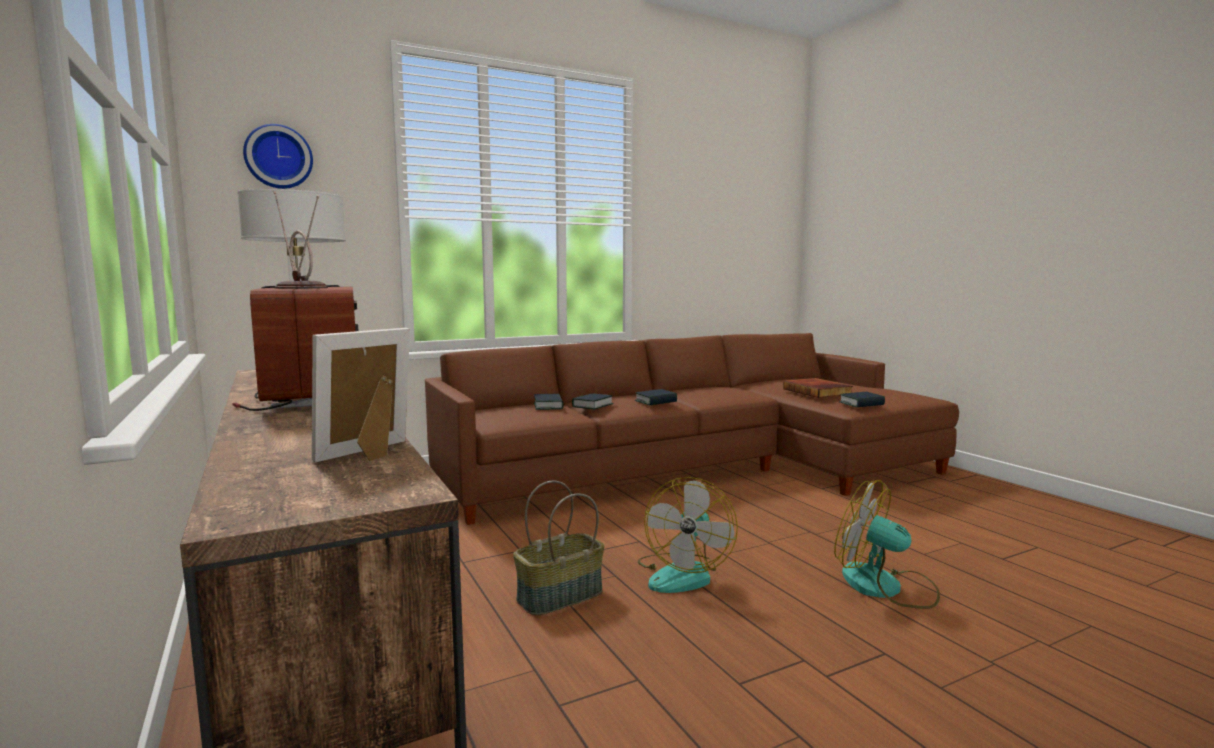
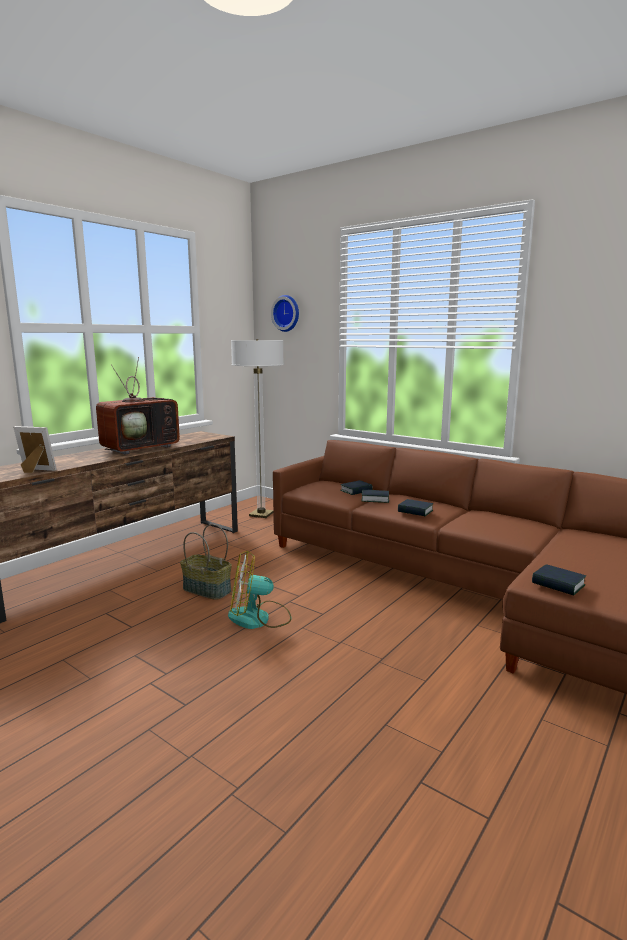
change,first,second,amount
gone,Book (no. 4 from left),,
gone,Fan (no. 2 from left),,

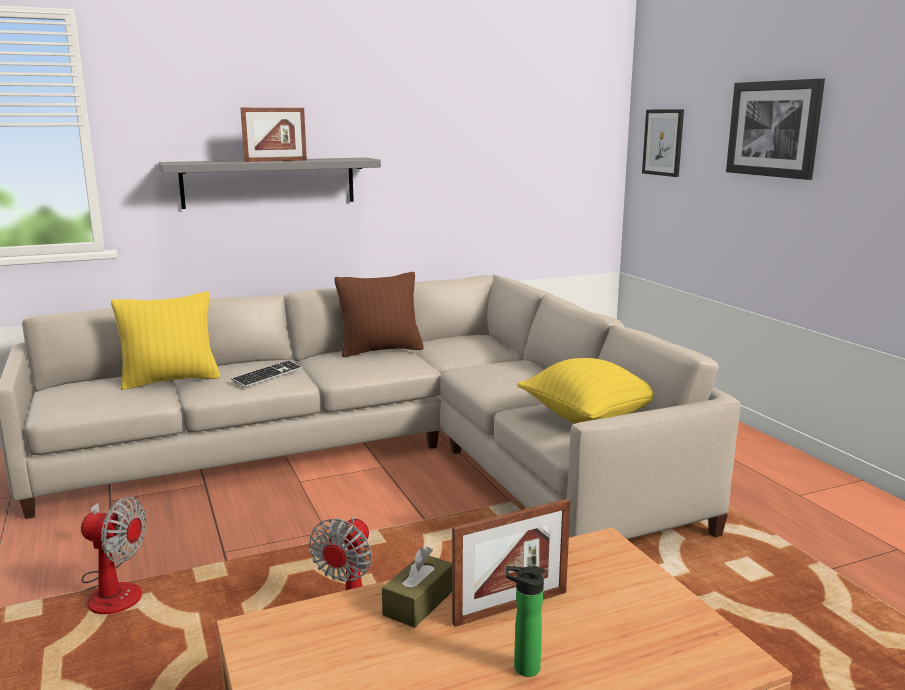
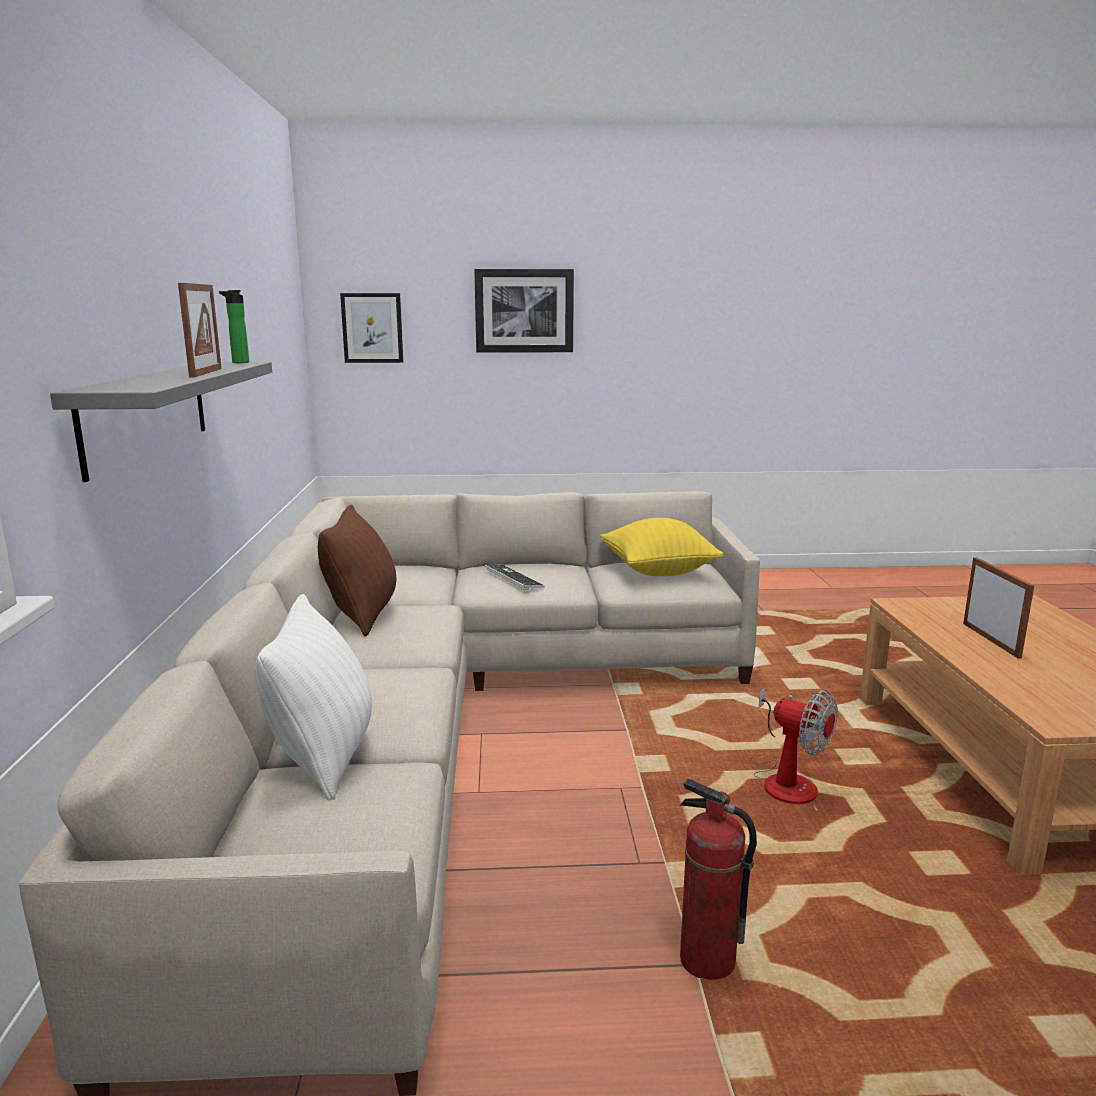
change,first,second,amount
shifted,Bottle,,
repainted,YellowPillow (no. 1 from left),WhitePillow,
shifted,Keyboard,,
swapped,Fan (no. 1 from left),FireExtinguisher,
gone,BrownTissueBox,,

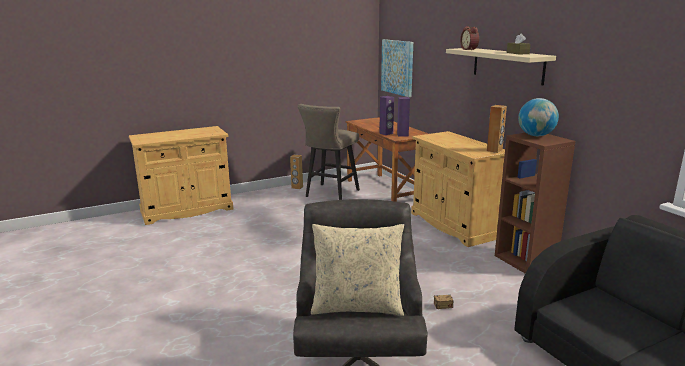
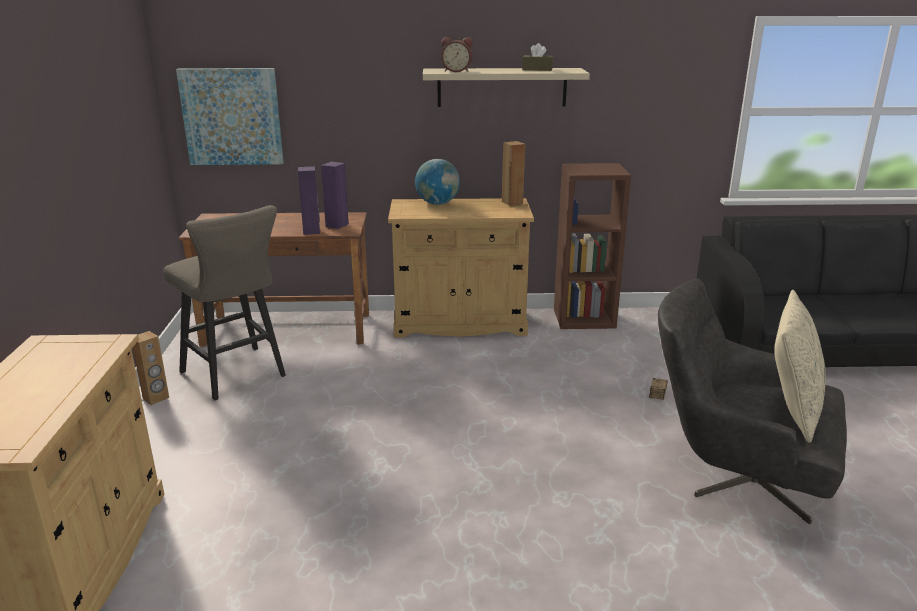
change,first,second,amount
shifted,Globe,,

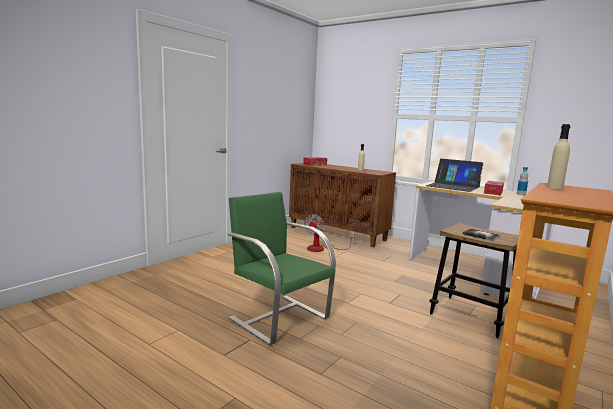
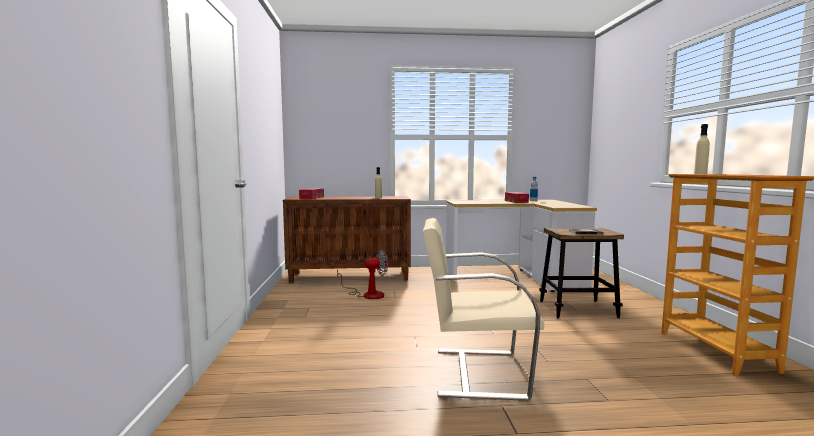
change,first,second,amount
rotated,Fan,,90 degrees counterclockwise
repainted,GreenChair,BeigeChair,
gone,Laptop,,

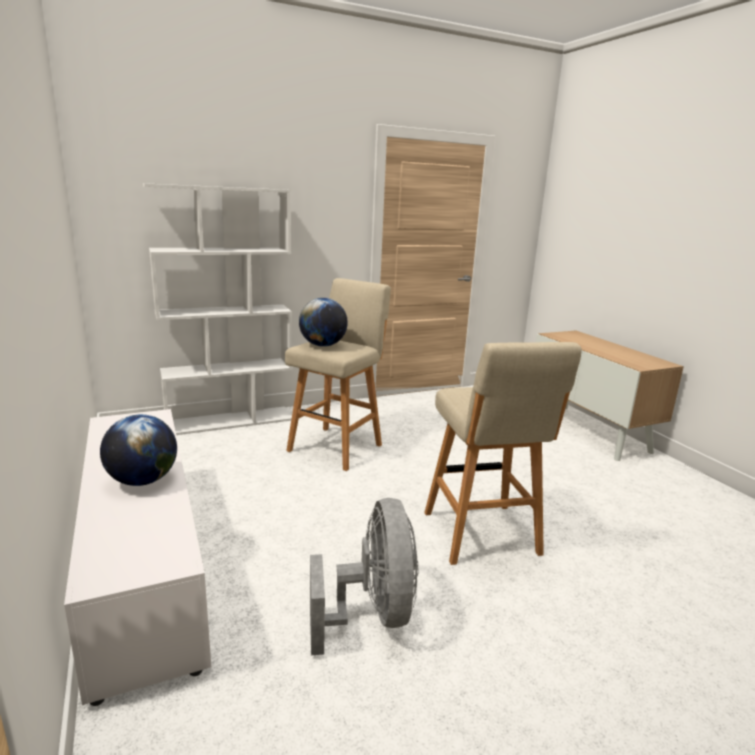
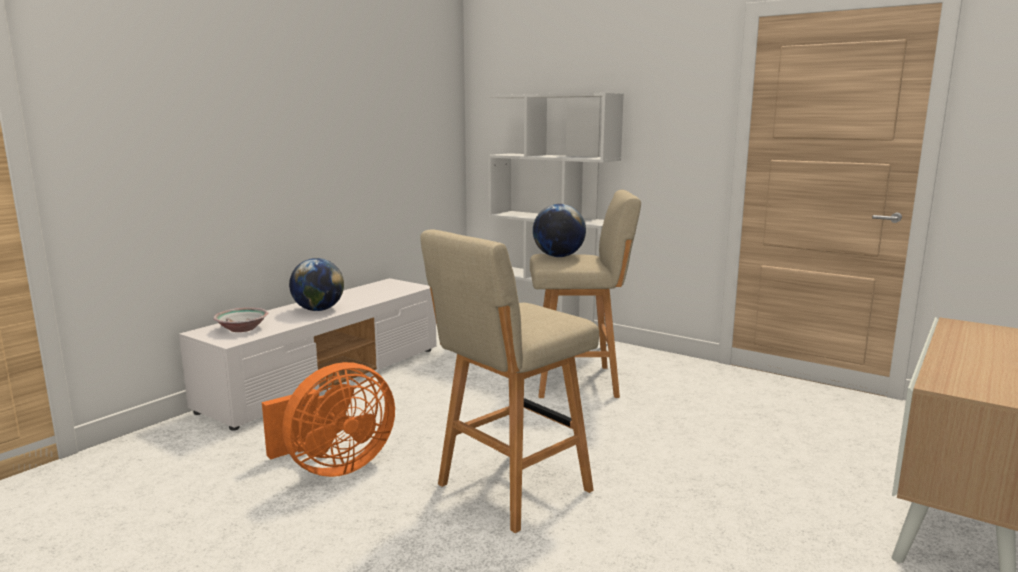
change,first,second,amount
new,,Bowl,
repainted,GreyFan,OrangeFan,

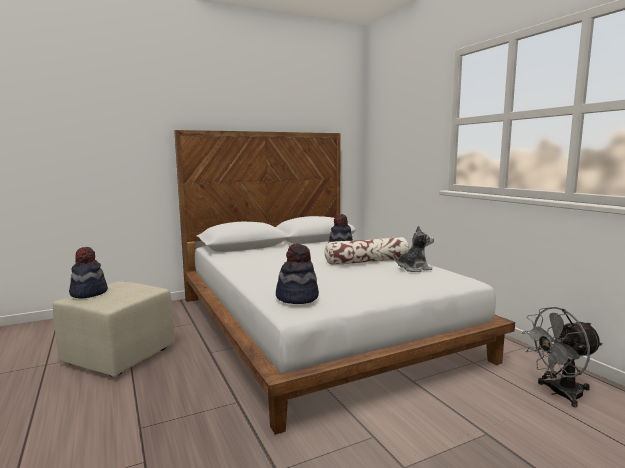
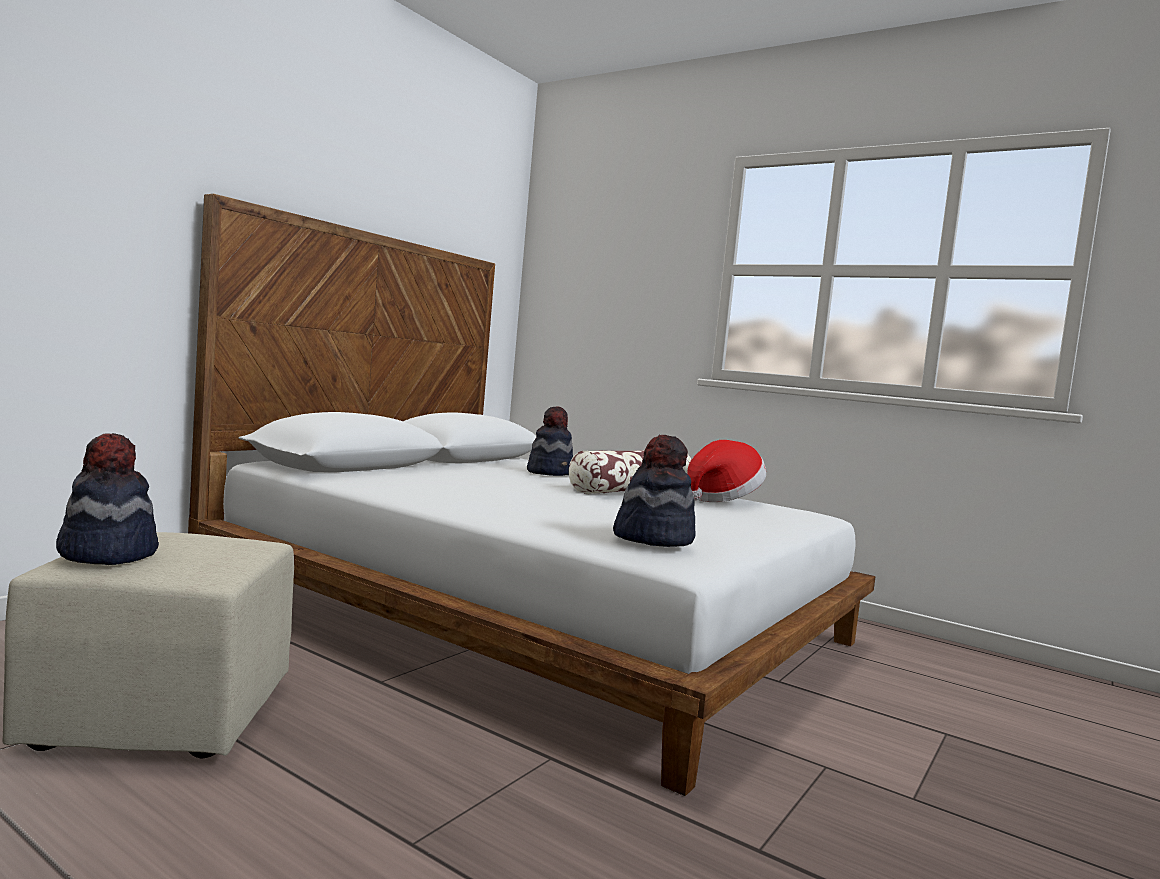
change,first,second,amount
swapped,PlushToy,Hat (no. 4 from left),
gone,GreyFan,,

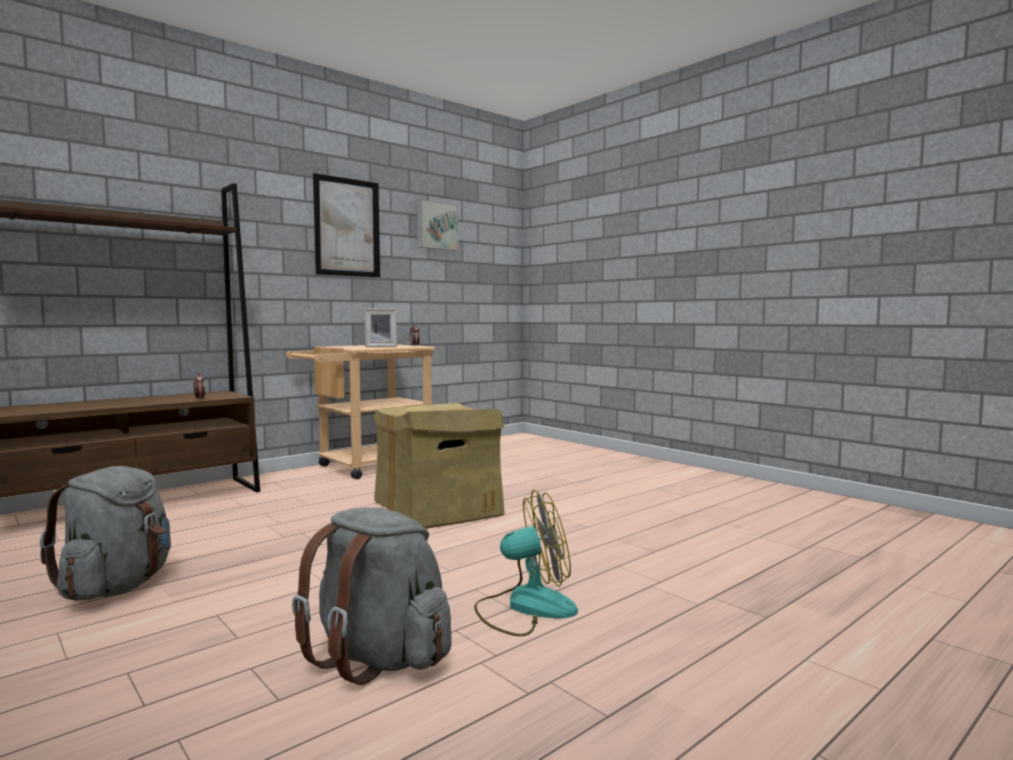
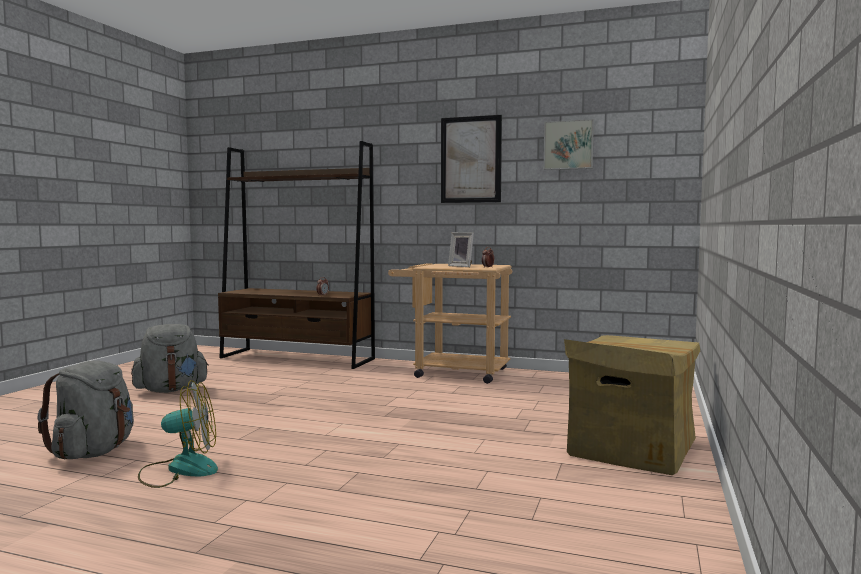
change,first,second,amount
rotated,Fan,,60 degrees counterclockwise
shifted,CardboardBox,,

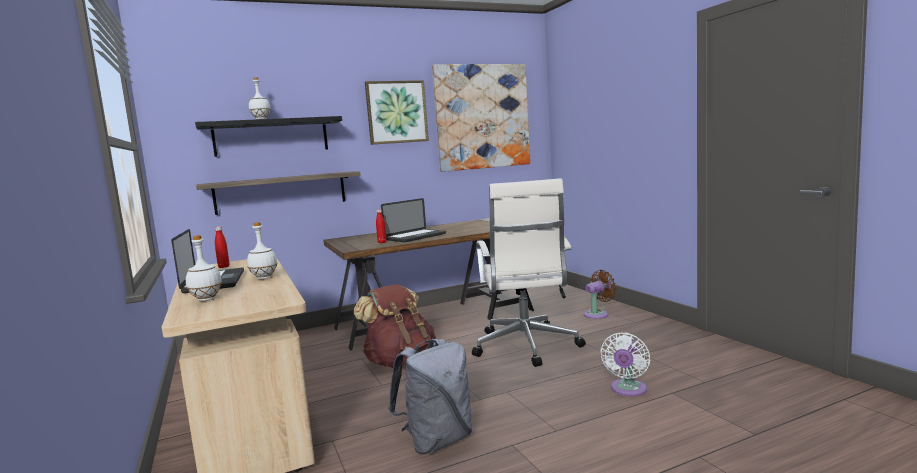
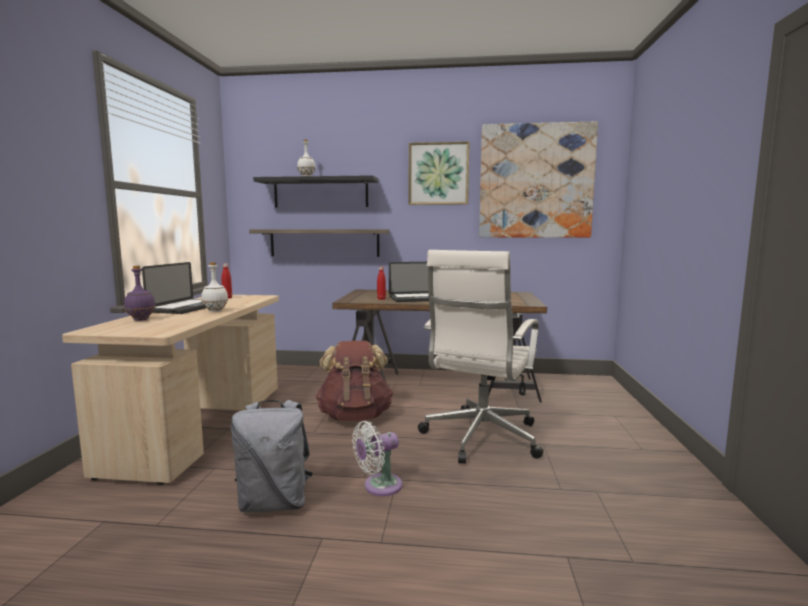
change,first,second,amount
repainted,WhiteBottle (no. 1 from left),PurpleBottle,
shifted,WhiteFan,,
gone,BrownFan,,

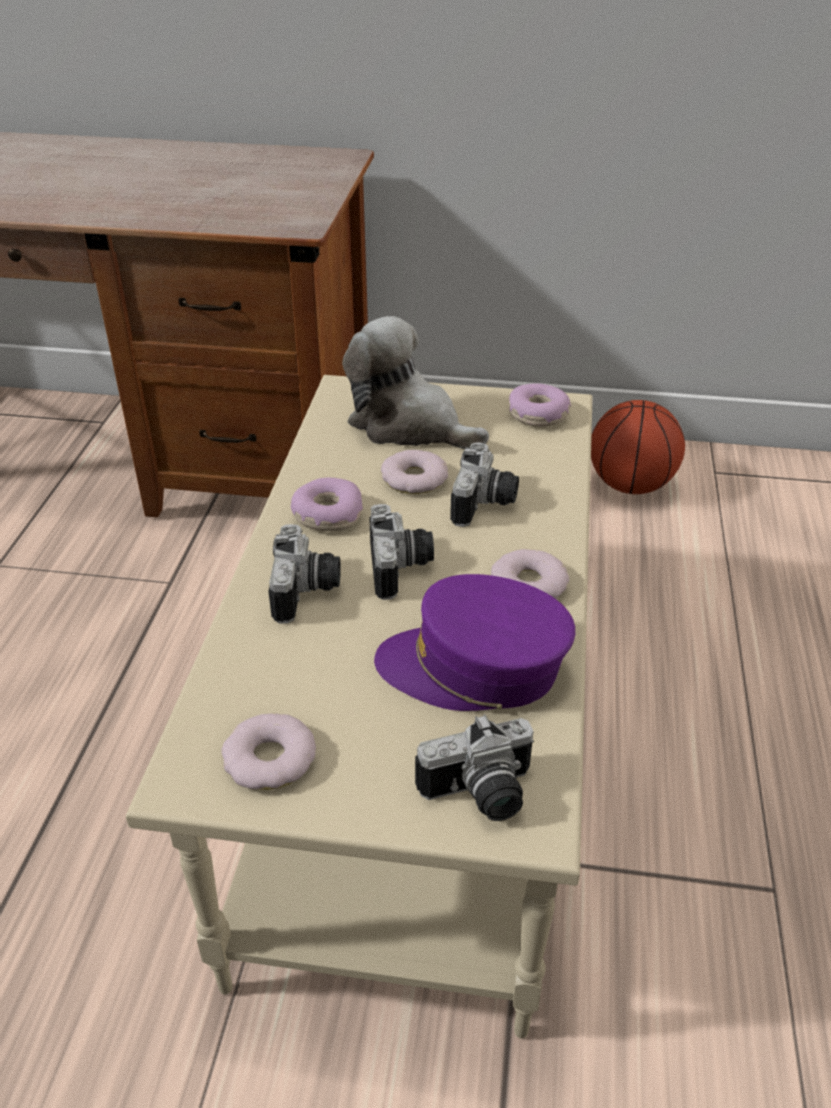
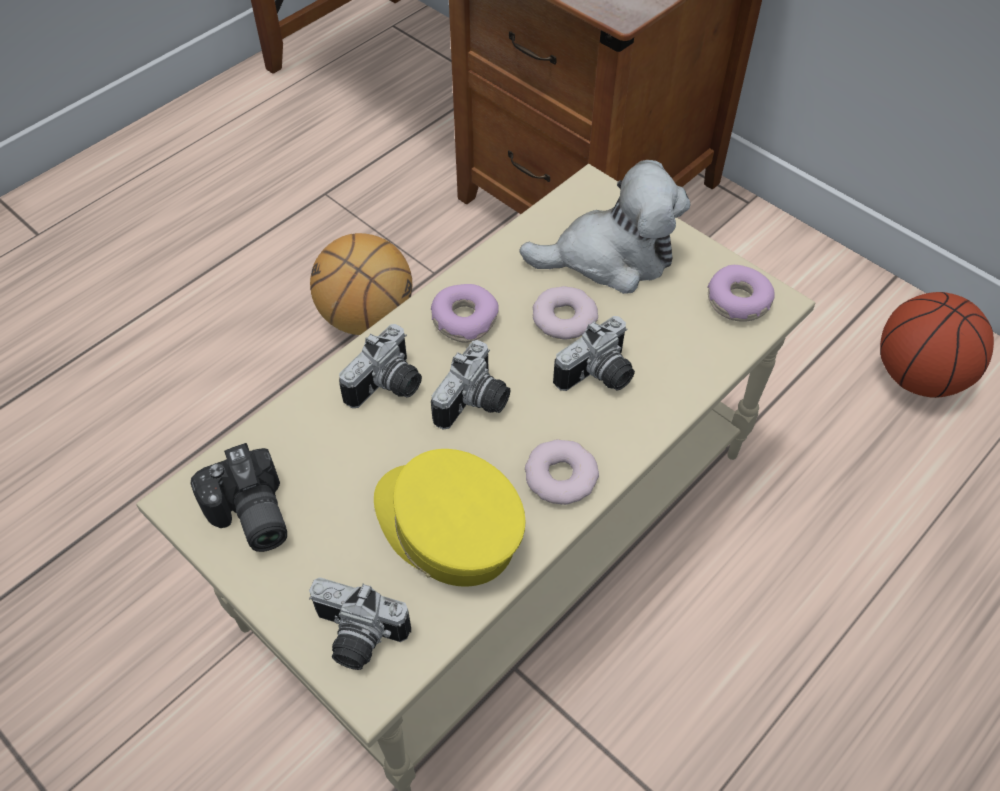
change,first,second,amount
swapped,Donut (no. 1 from left),PhotoCamera (no. 1 from left),
new,,Basketball (no. 1 from left),
repainted,PurpleCap,YellowCap,
rotated,PlushToy,,105 degrees clockwise

